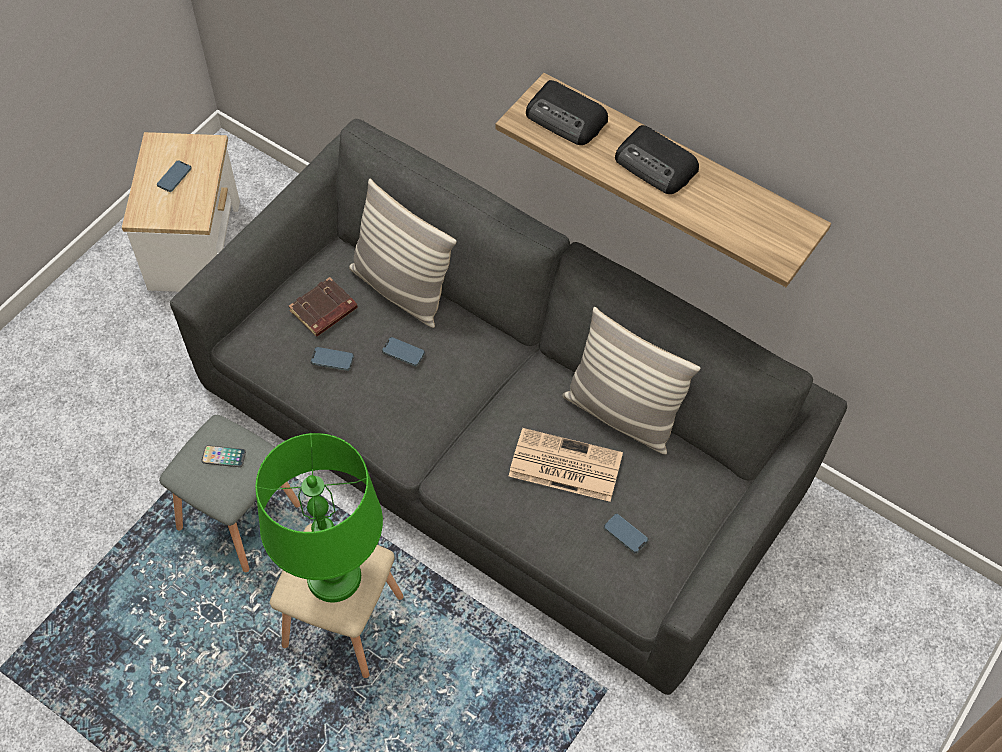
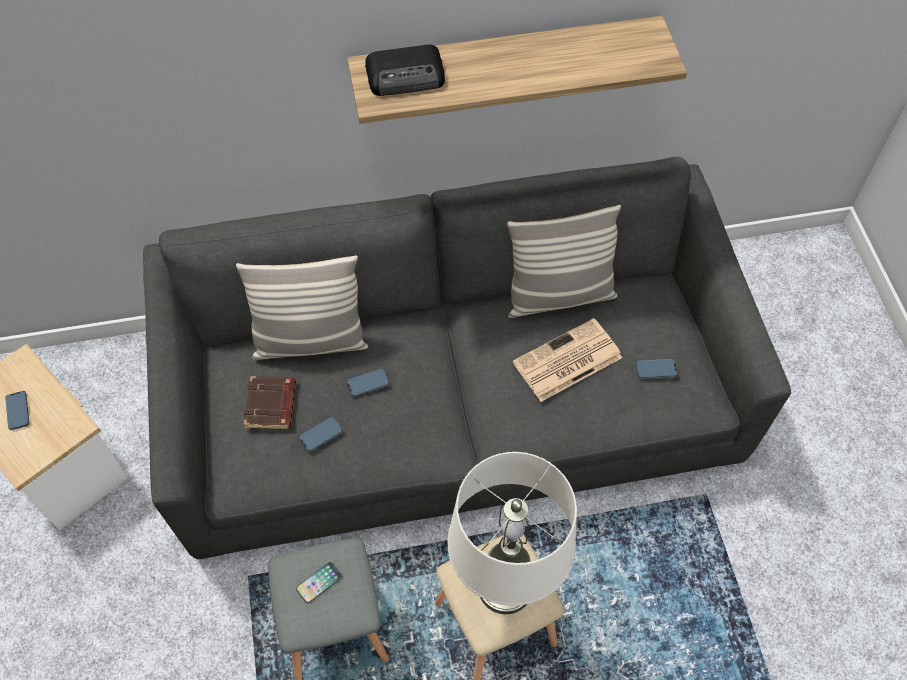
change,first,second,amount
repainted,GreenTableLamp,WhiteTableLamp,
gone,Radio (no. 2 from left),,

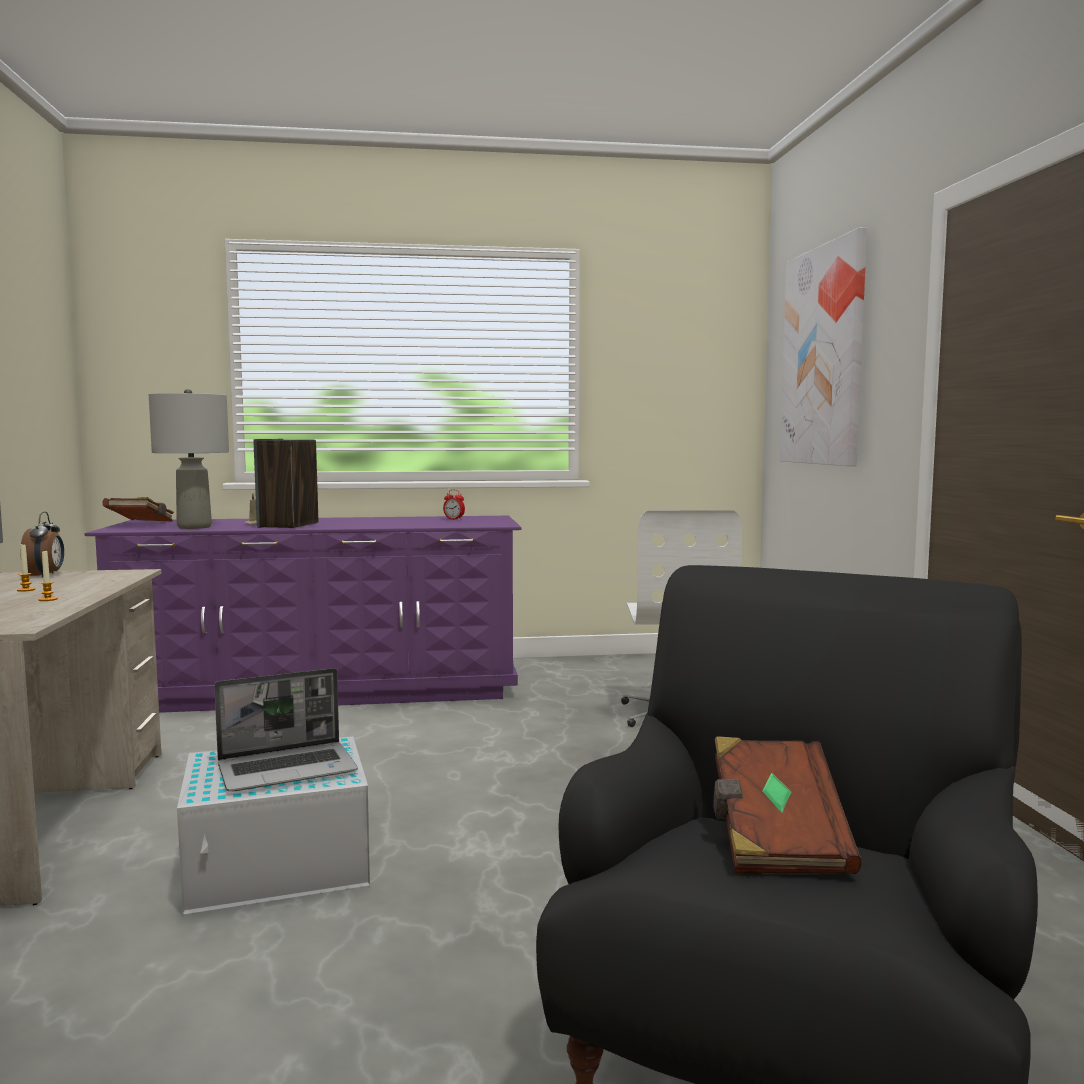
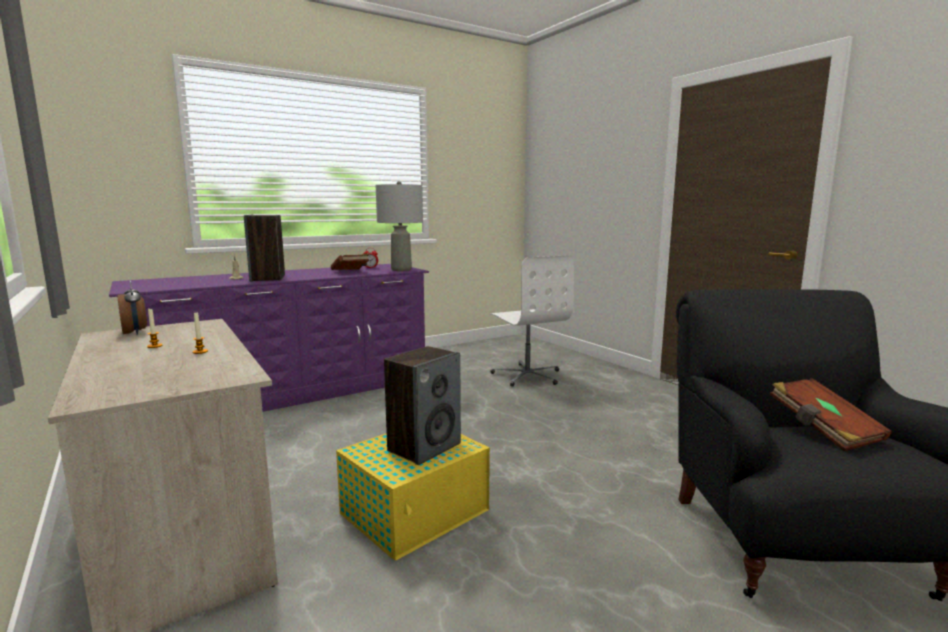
change,first,second,amount
shifted,BrownBook (no. 1 from left),,
repainted,WhiteStorageBox,YellowStorageBox,
shifted,GreyTableLamp,,
swapped,Laptop,Speaker (no. 2 from left),
gone,Picture,,

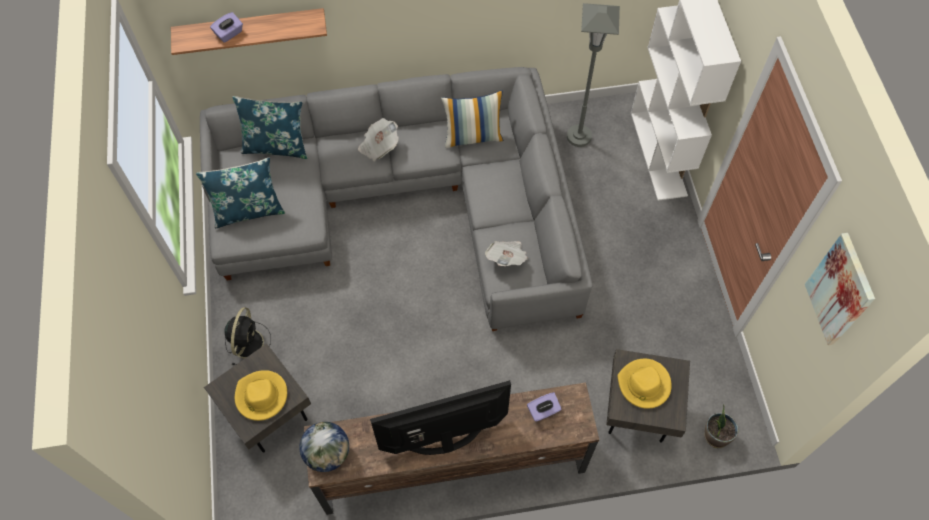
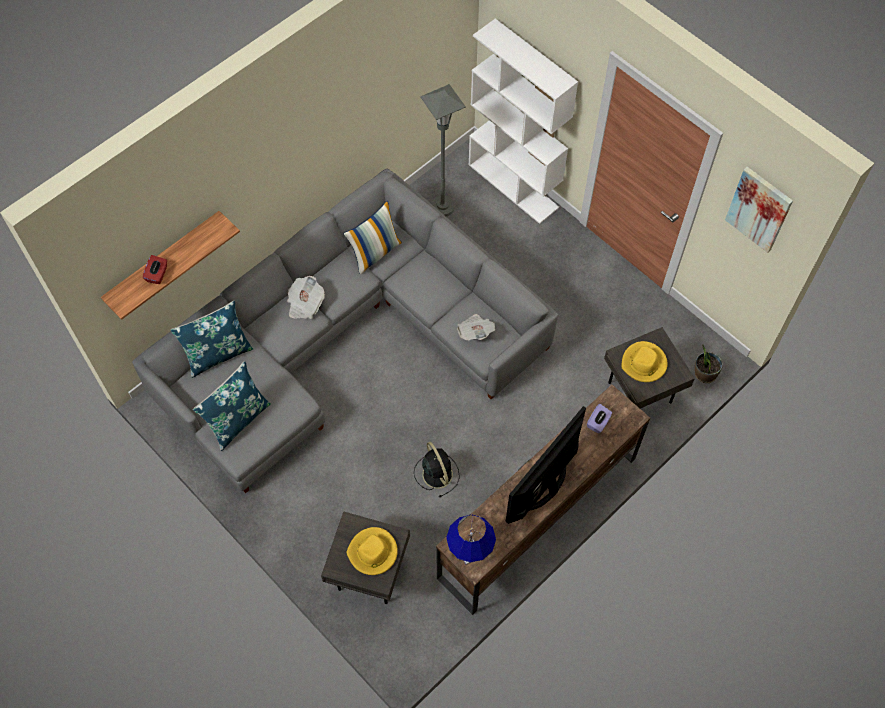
change,first,second,amount
repainted,PurpleTissueBox (no. 1 from left),RedTissueBox,
shifted,BlackFan,,
swapped,Globe,BlueTableLamp,

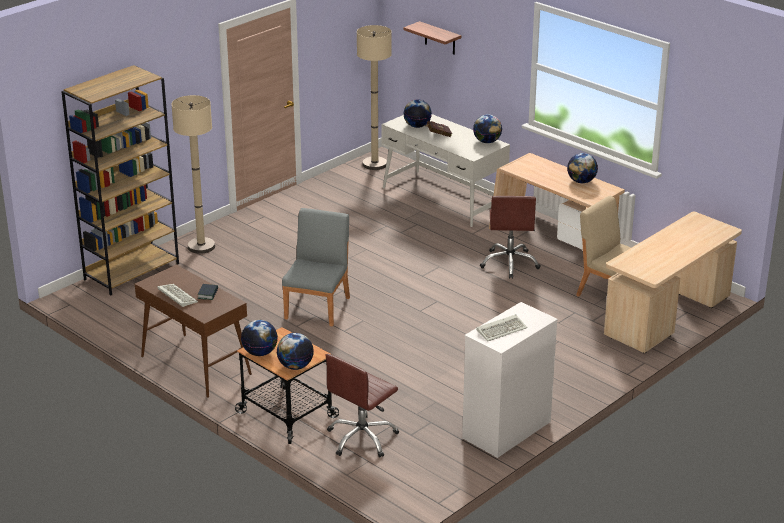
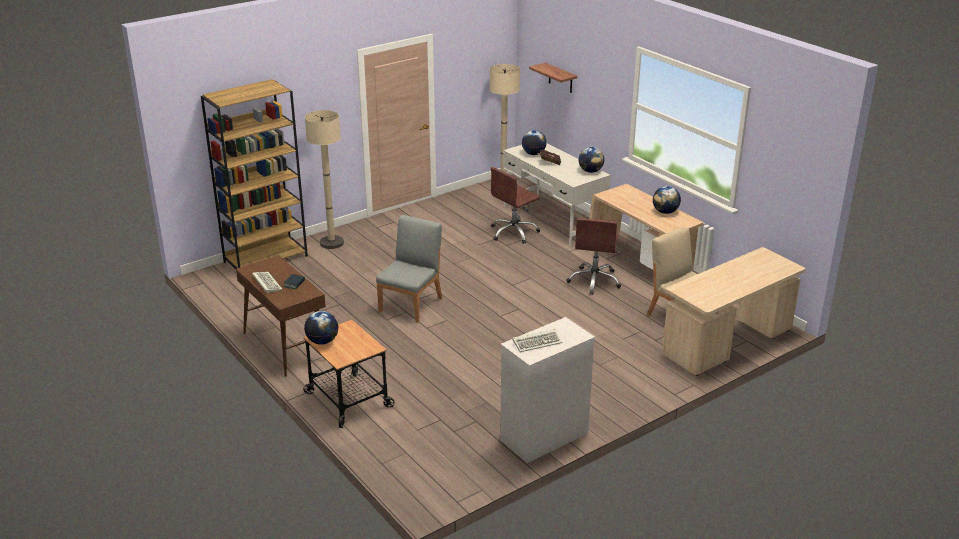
change,first,second,amount
shifted,BrownOfficeChair (no. 1 from left),,
gone,Globe (no. 2 from left),,

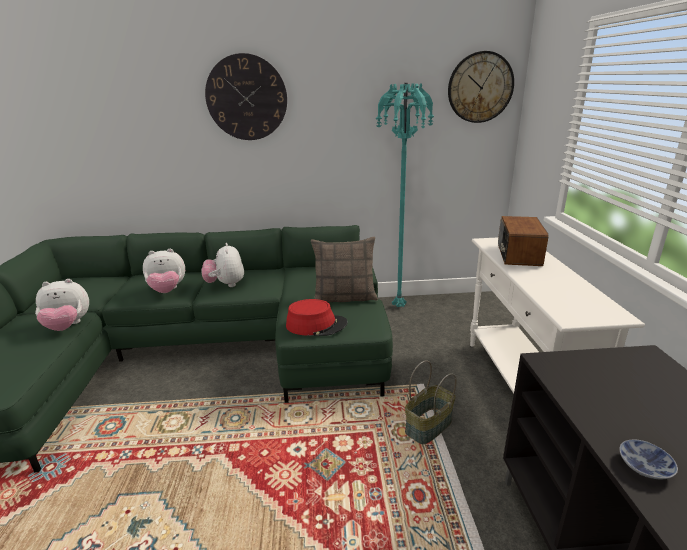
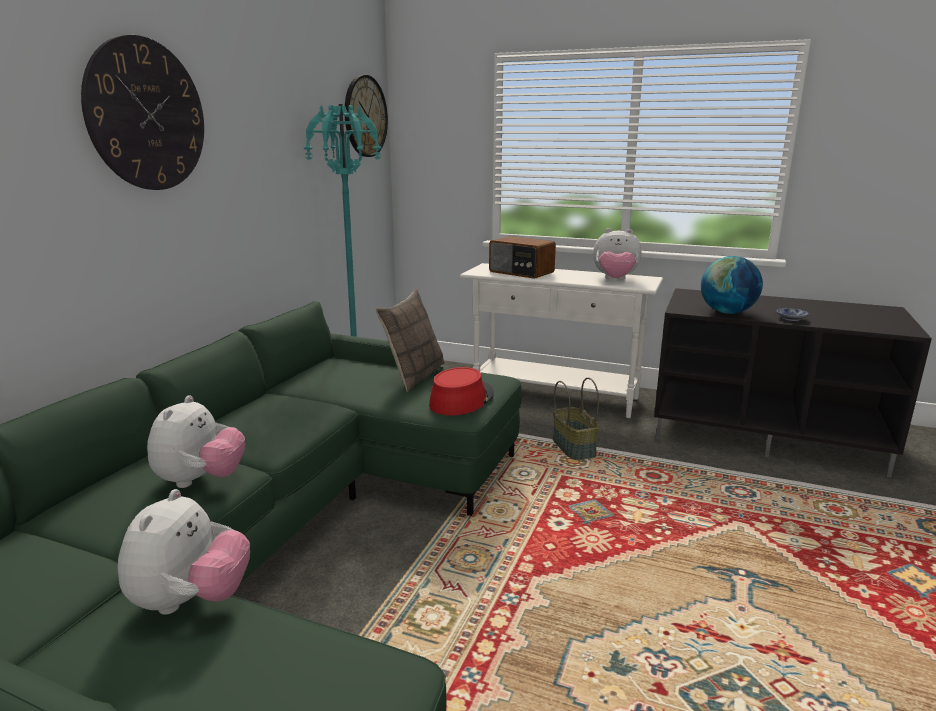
change,first,second,amount
shifted,PlushToy (no. 3 from left),,
new,,Globe,

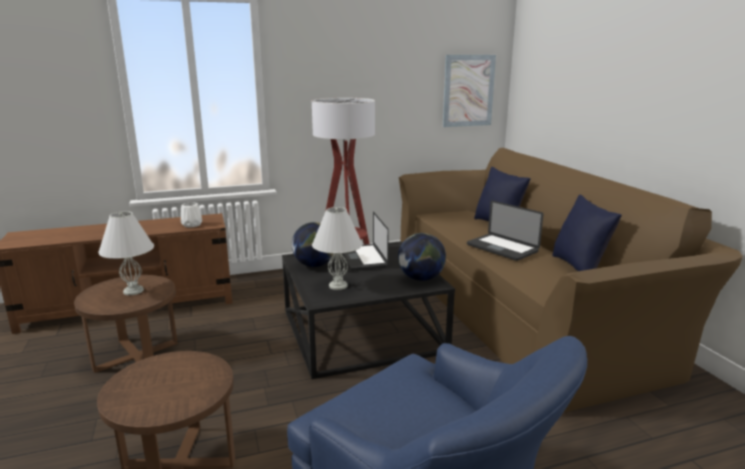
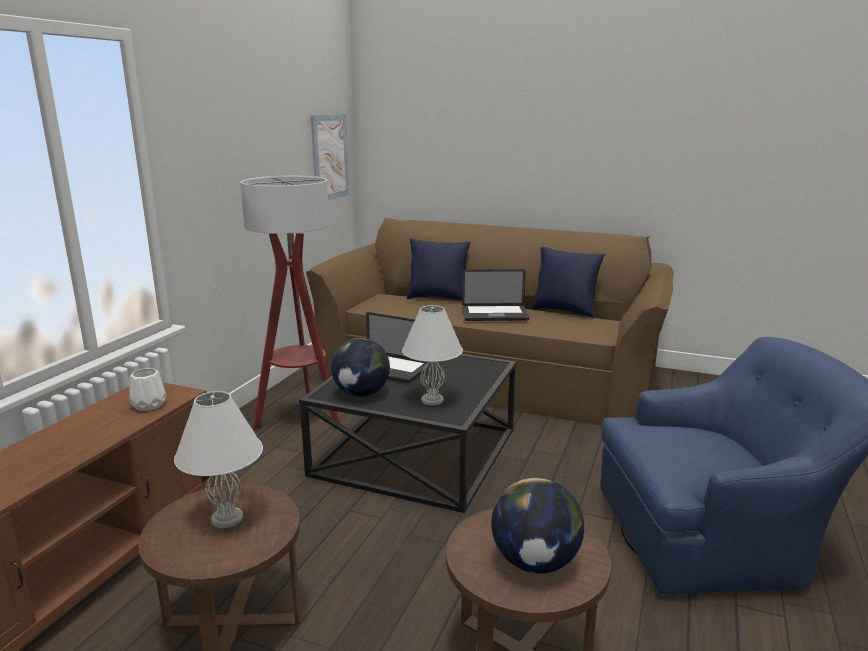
change,first,second,amount
shifted,Globe (no. 2 from left),,

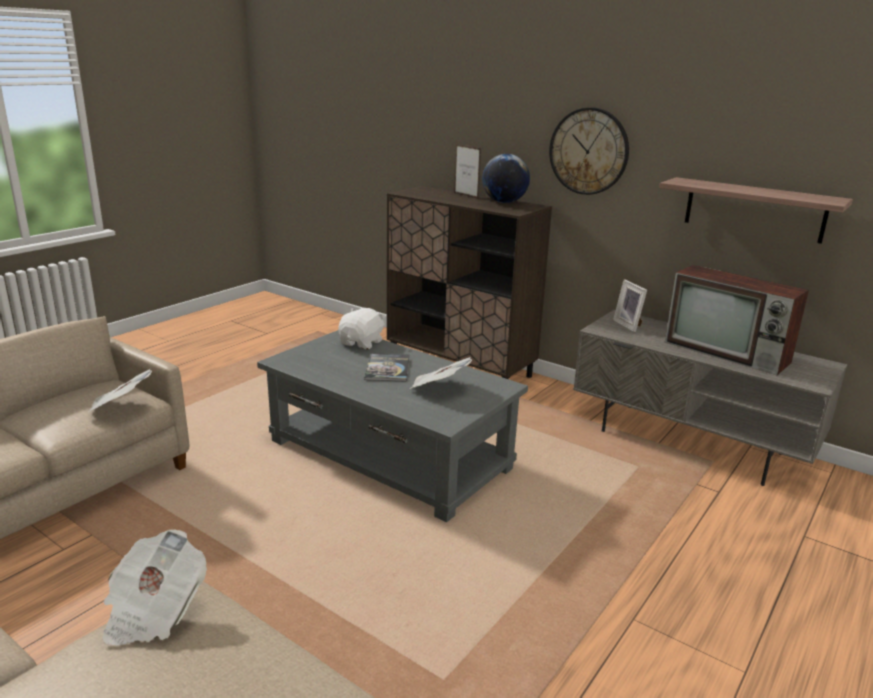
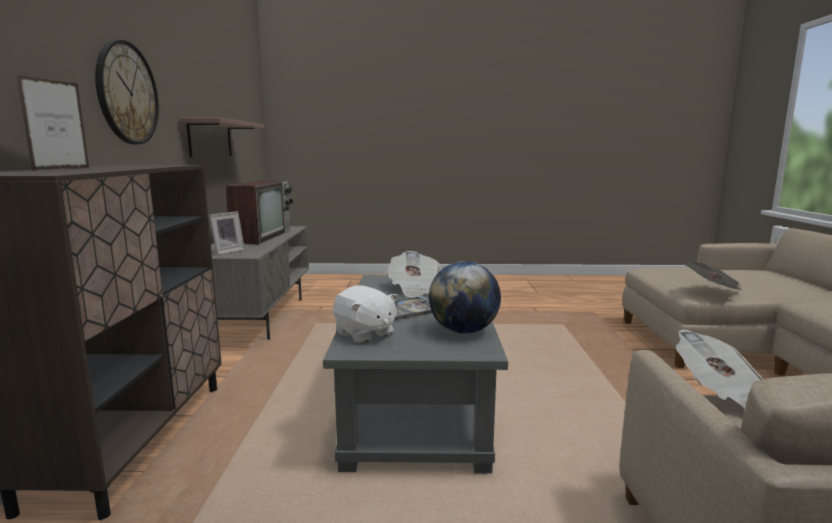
change,first,second,amount
rotated,WhitePlushToy,,120 degrees counterclockwise
shifted,Globe,,

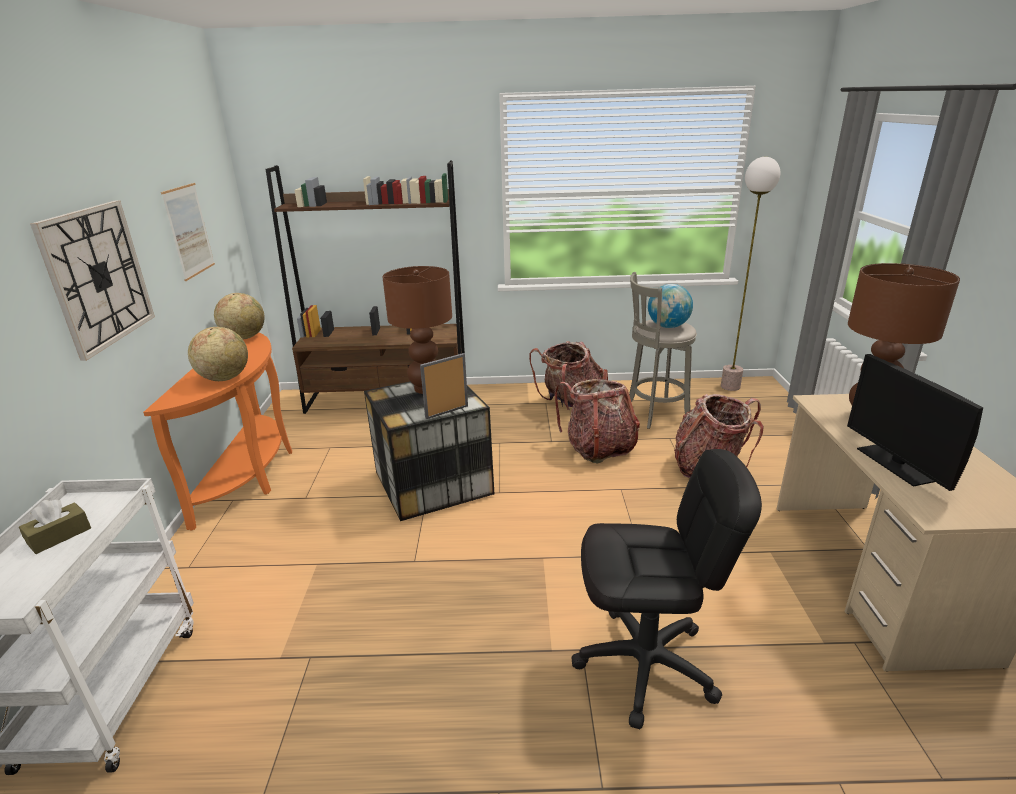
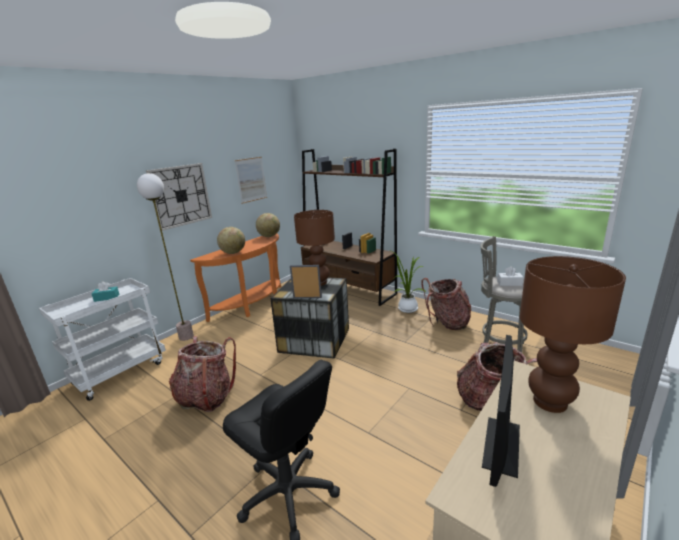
change,first,second,amount
repainted,BrownTissueBox,TurquoiseTissueBox,
shifted,FloorLamp,,
shifted,Backpack (no. 2 from left in the first image),Backpack (no. 1 from left),
new,,PottedPlant,
swapped,Globe (no. 3 from left),WhiteTissueBox,

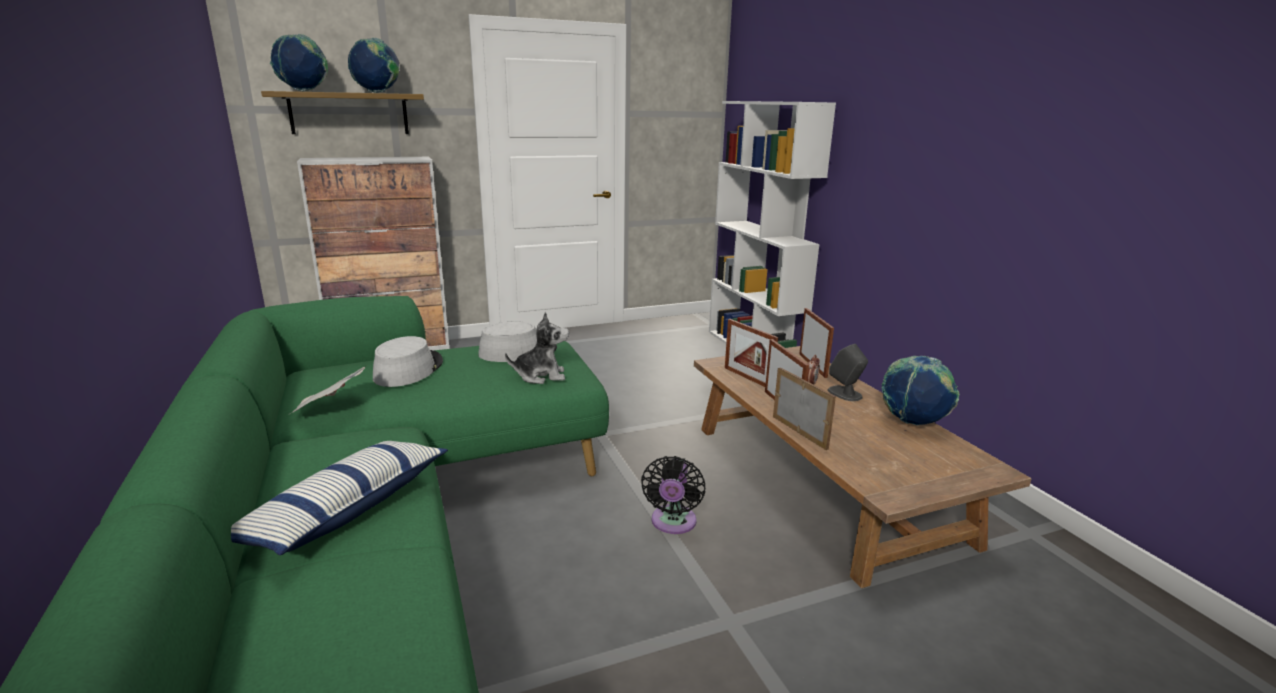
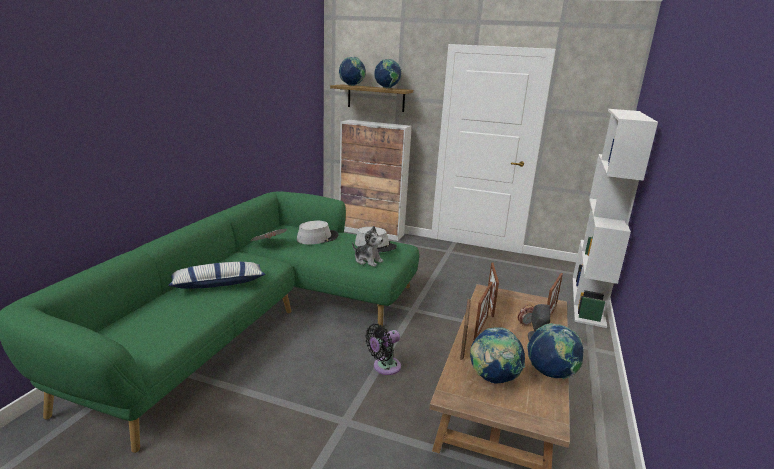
change,first,second,amount
new,,Globe (no. 3 from left),

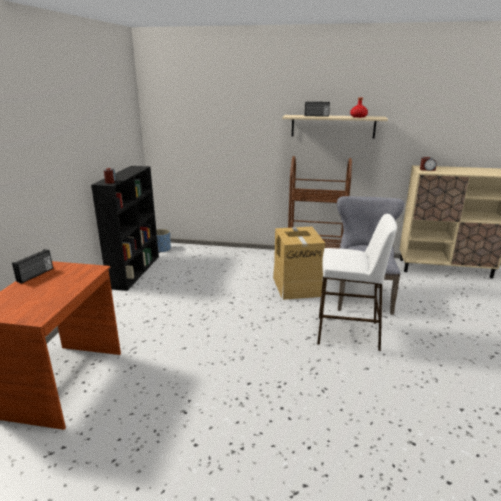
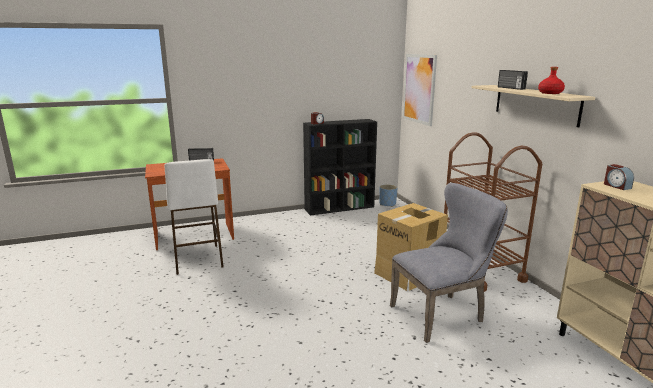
change,first,second,amount
shifted,WhiteStool,,
new,,Picture,

